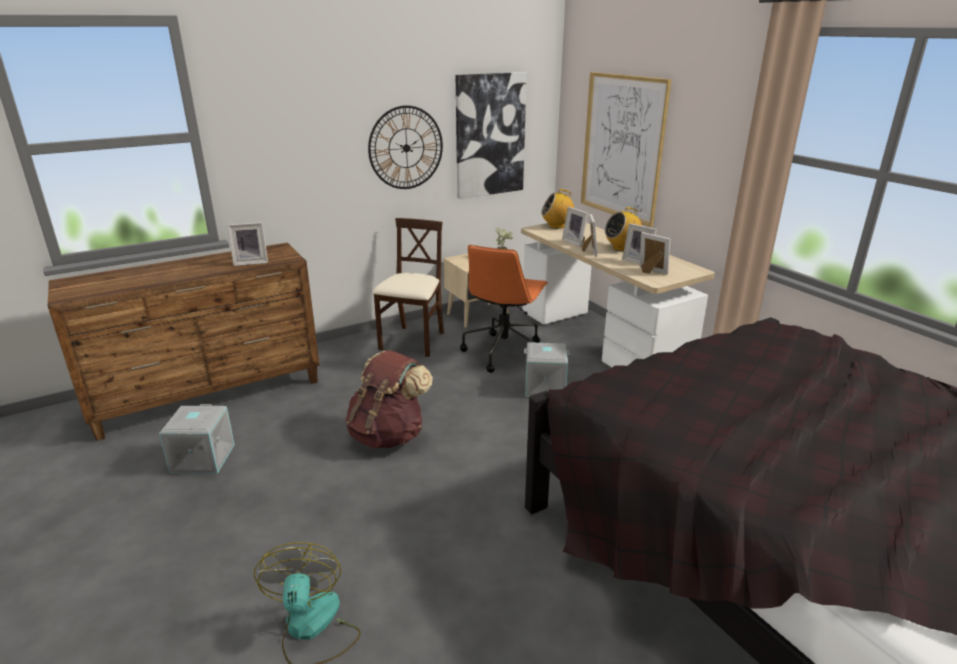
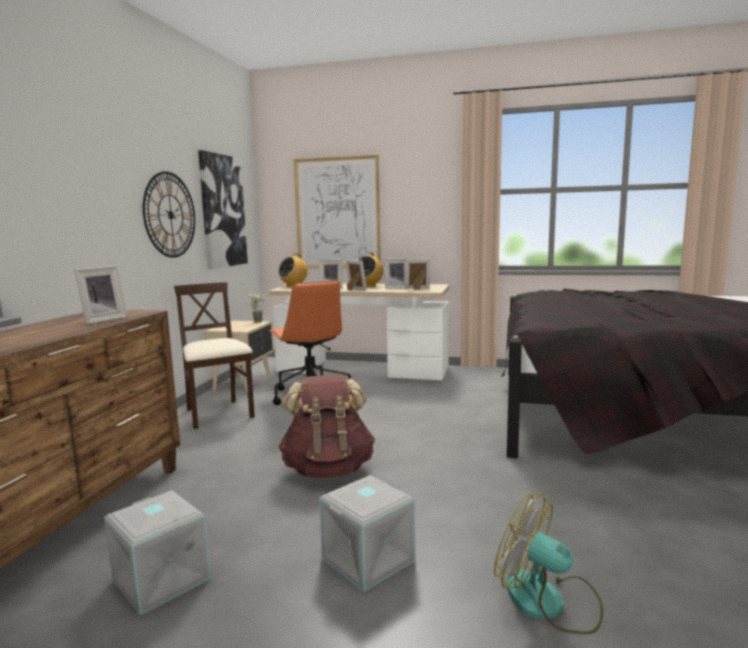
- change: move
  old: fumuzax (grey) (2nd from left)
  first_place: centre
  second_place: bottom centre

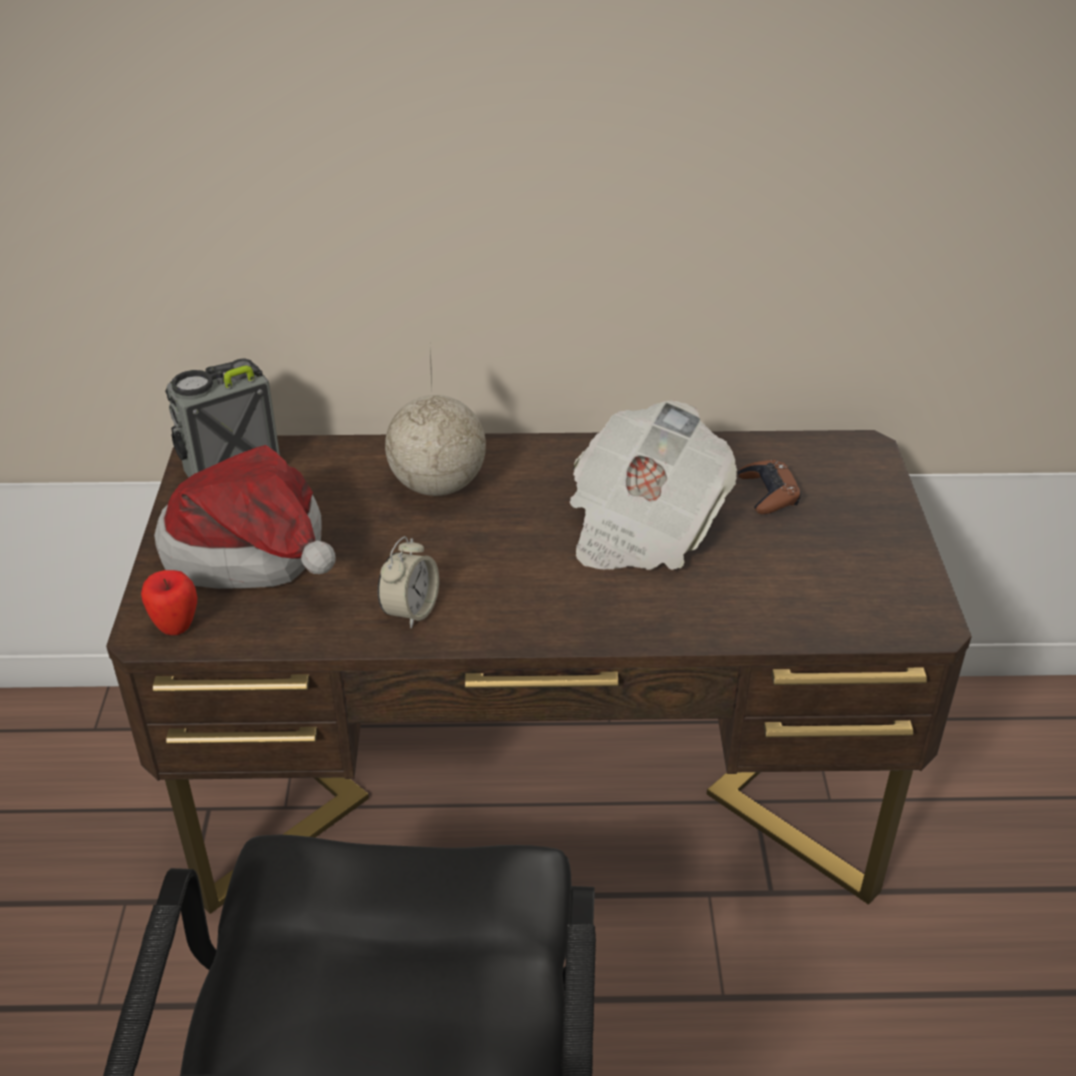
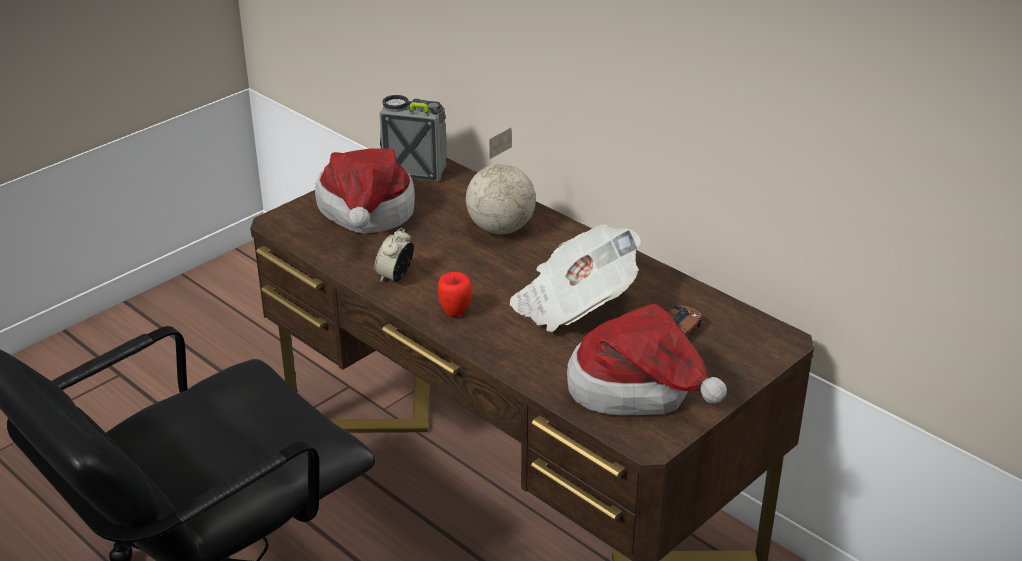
- change: insert
  new: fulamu (2nd from left)
  second_place: centre
- change: move
  old: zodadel
  first_place: middle left
  second_place: centre
- change: rotate
  old: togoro
  first_place: centre
  second_place: centre
  degrees: 135

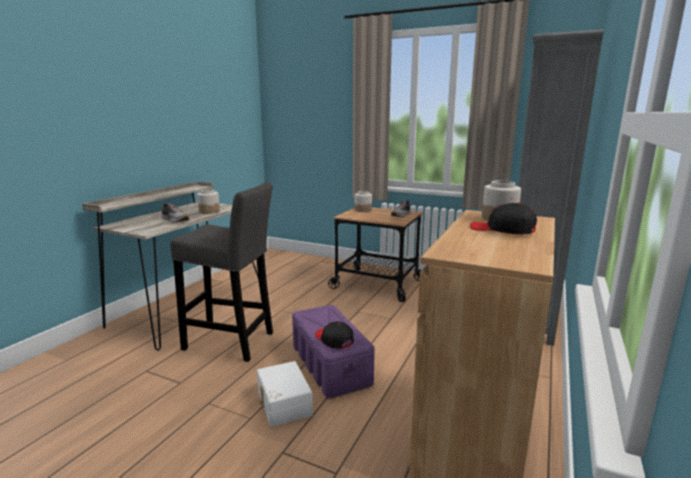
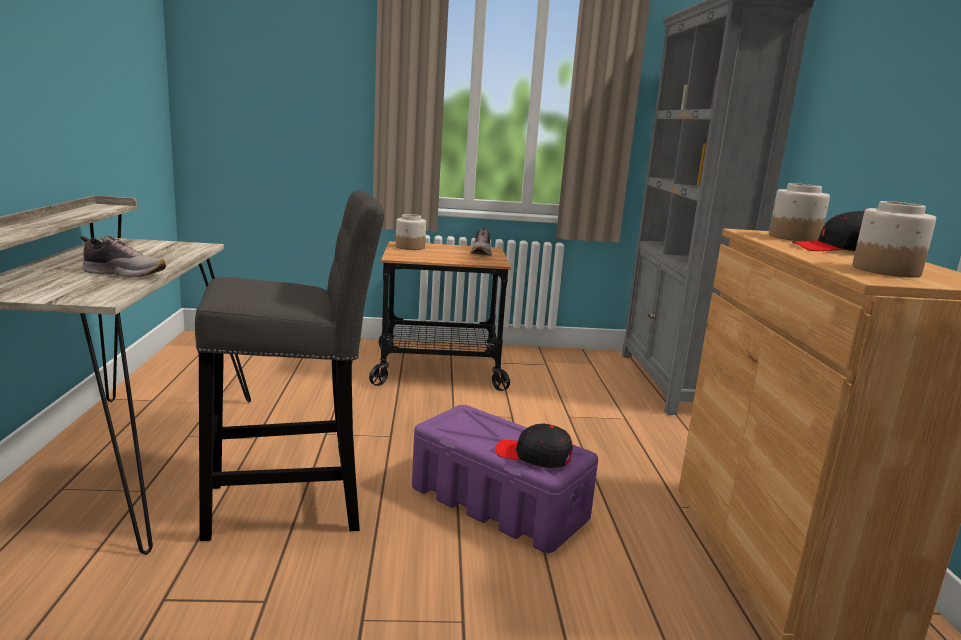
- change: delete
  old: fumuzax (white)
  first_place: bottom centre
- change: move
  old: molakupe (1st from left in the first image)
  new: molakupe (3rd from left)
  first_place: middle left
  second_place: middle right

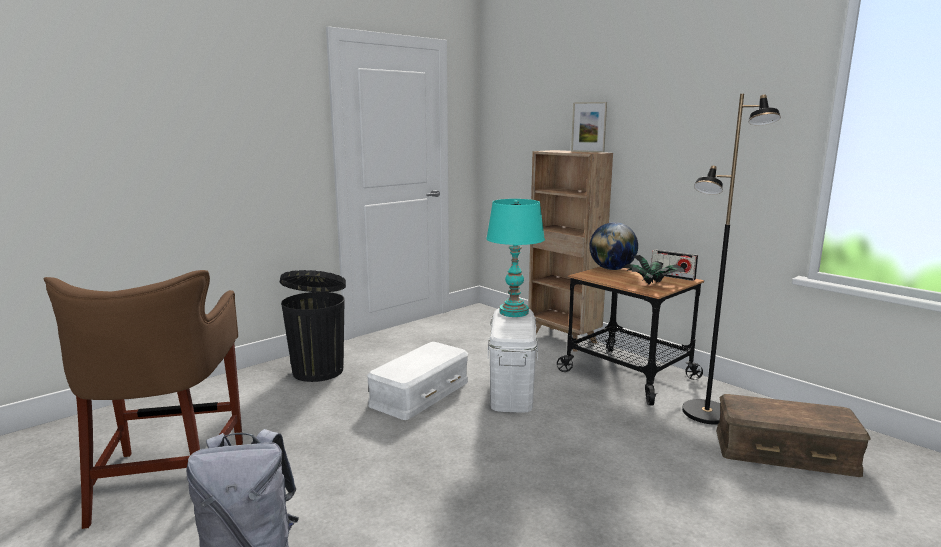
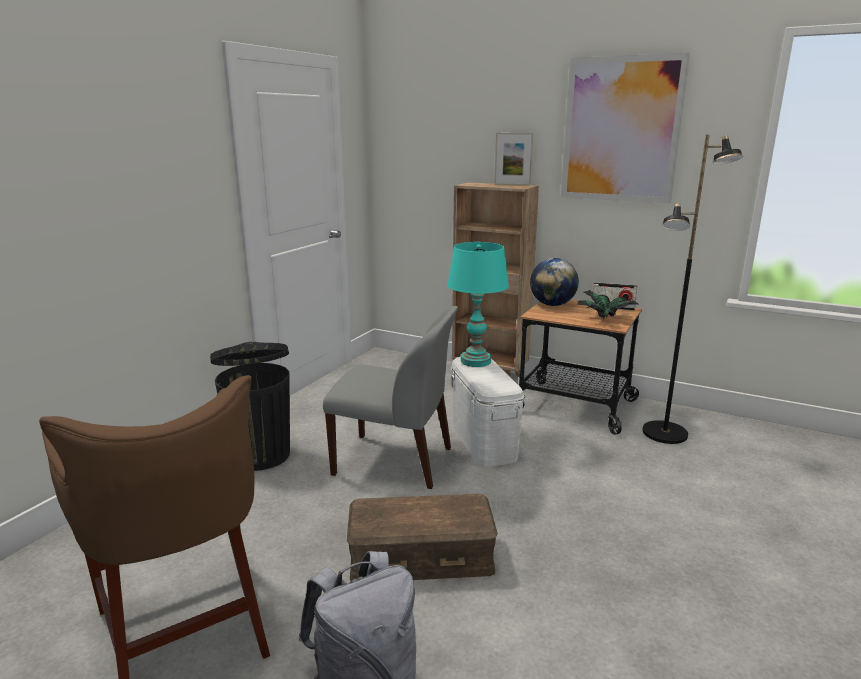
- change: insert
  new: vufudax
  second_place: top right
- change: move
  old: fumuzax (brown)
  first_place: bottom right
  second_place: bottom centre
- change: replace
  old: fumuzax (white) (1st from left)
  new: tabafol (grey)
  first_place: bottom centre
  second_place: centre

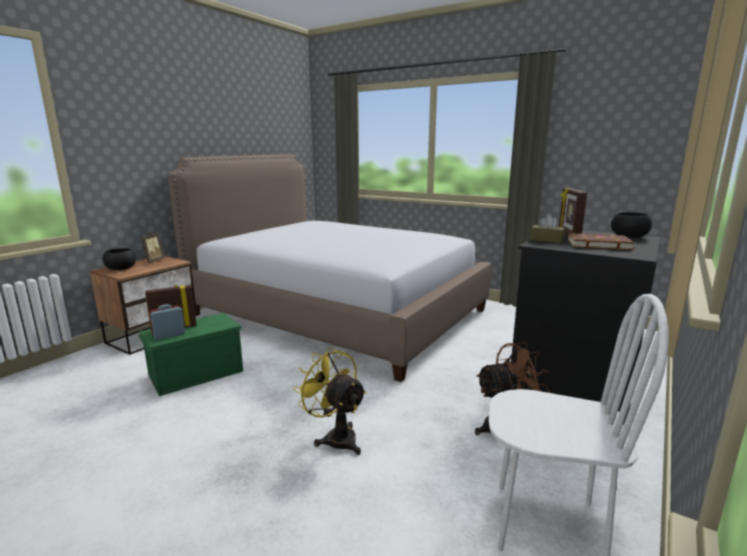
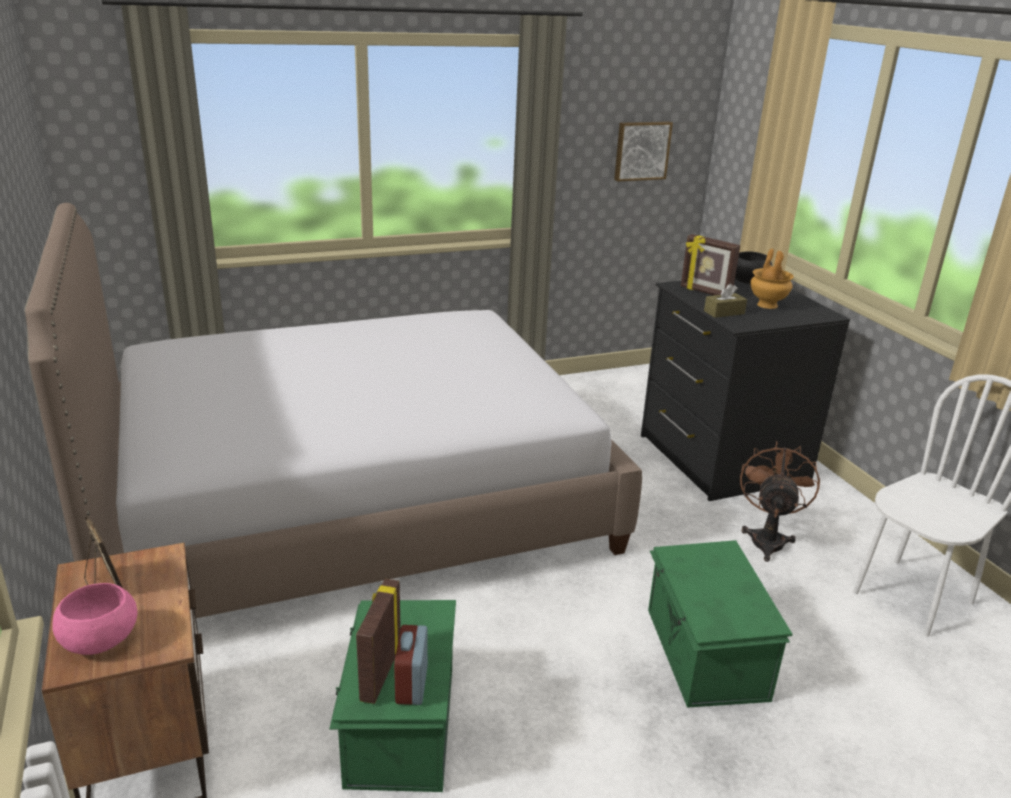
- change: insert
  new: vufudax
  second_place: top centre
- change: replace
  old: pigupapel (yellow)
  new: fumuzax (green) (2nd from left)
  first_place: bottom centre
  second_place: bottom right
- change: replace
  old: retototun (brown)
  new: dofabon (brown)
  first_place: middle right
  second_place: middle right
- change: recolor
  old: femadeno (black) (1st from left)
  new: femadeno (pink)
  first_place: middle left
  second_place: bottom left

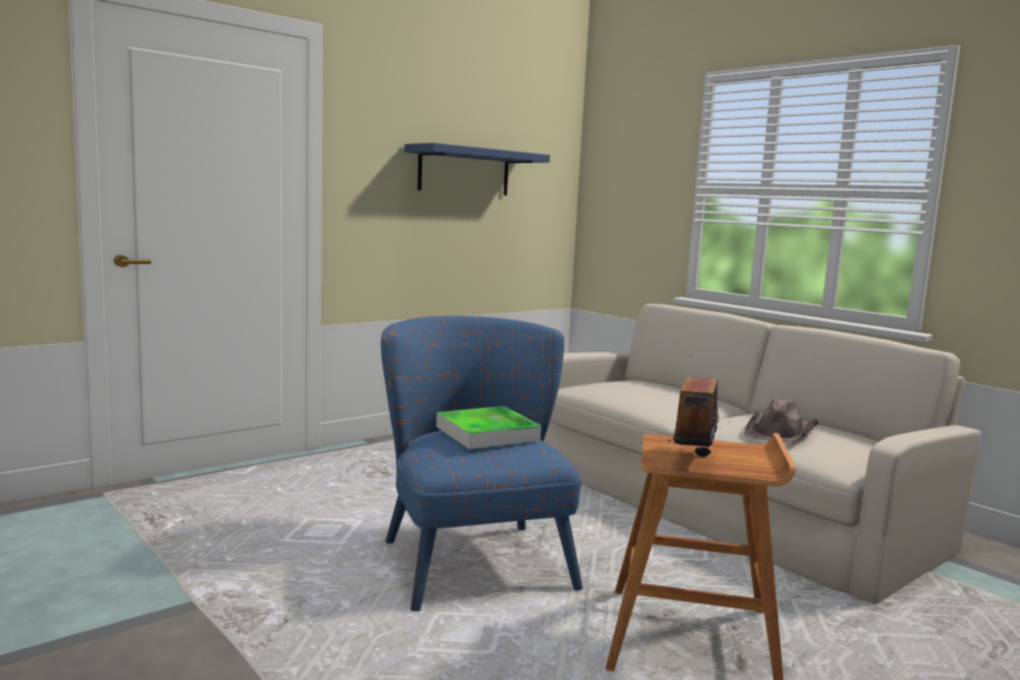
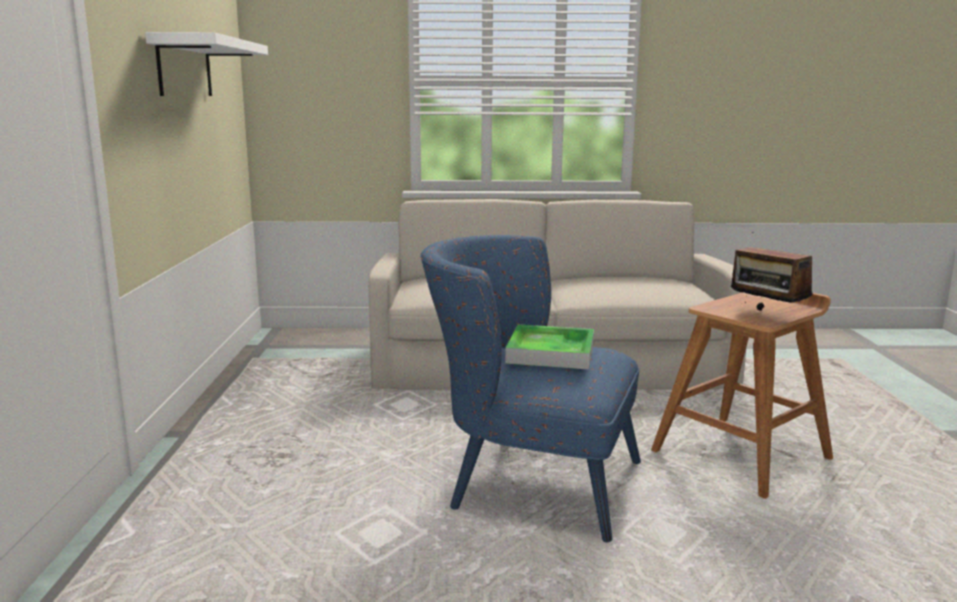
- change: delete
  old: fulamu (brown)
  first_place: middle right
- change: recolor
  old: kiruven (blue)
  new: kiruven (white)
  first_place: top centre
  second_place: top left

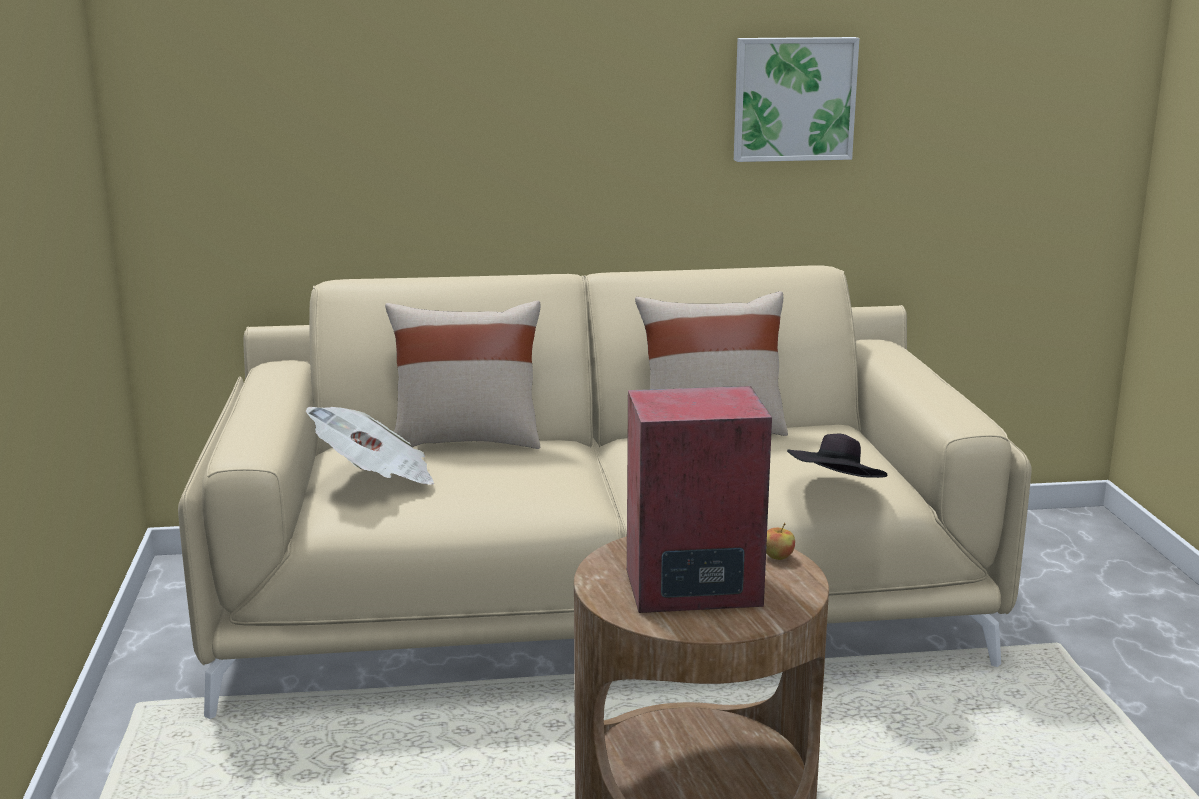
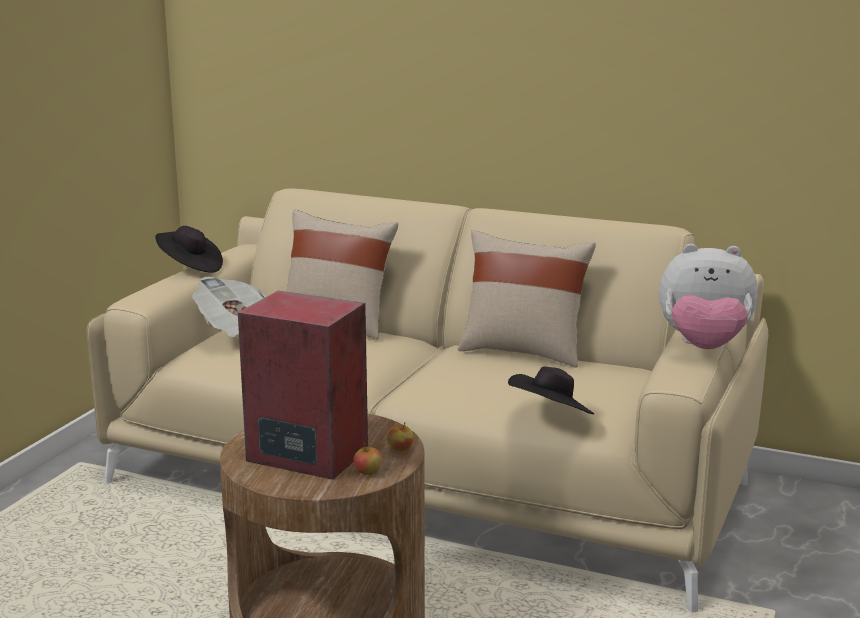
- change: delete
  old: vufudax
  first_place: top centre
- change: insert
  new: fulamu (black) (1st from left)
  second_place: middle left
- change: insert
  new: zodadel (1st from left)
  second_place: bottom centre
- change: insert
  new: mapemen
  second_place: middle right

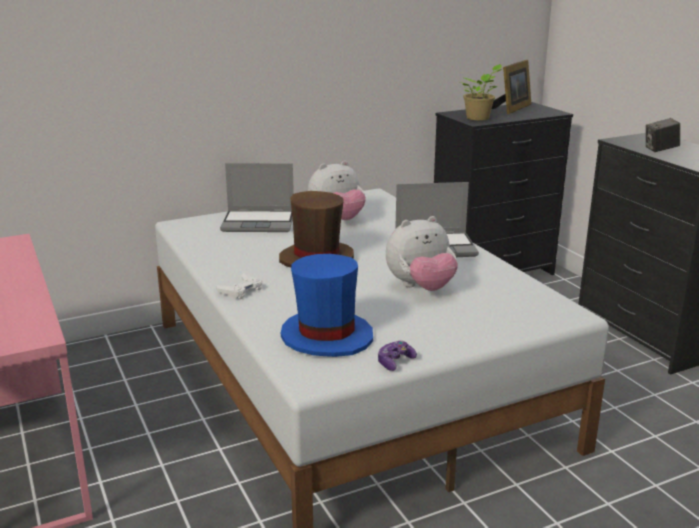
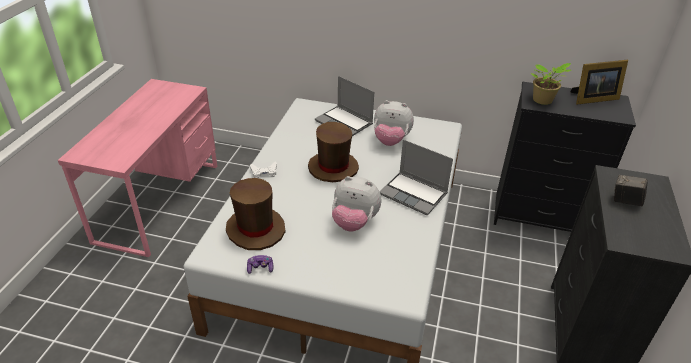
- change: recolor
  old: fulamu (blue)
  new: fulamu (brown) (1st from left)
  first_place: centre
  second_place: centre

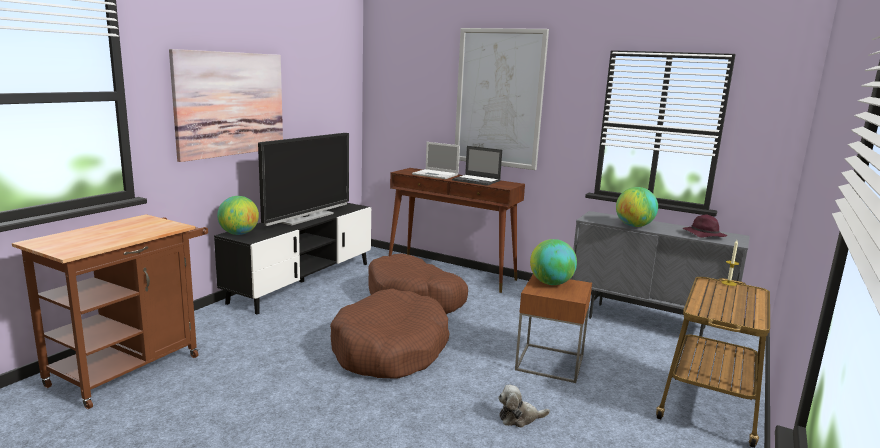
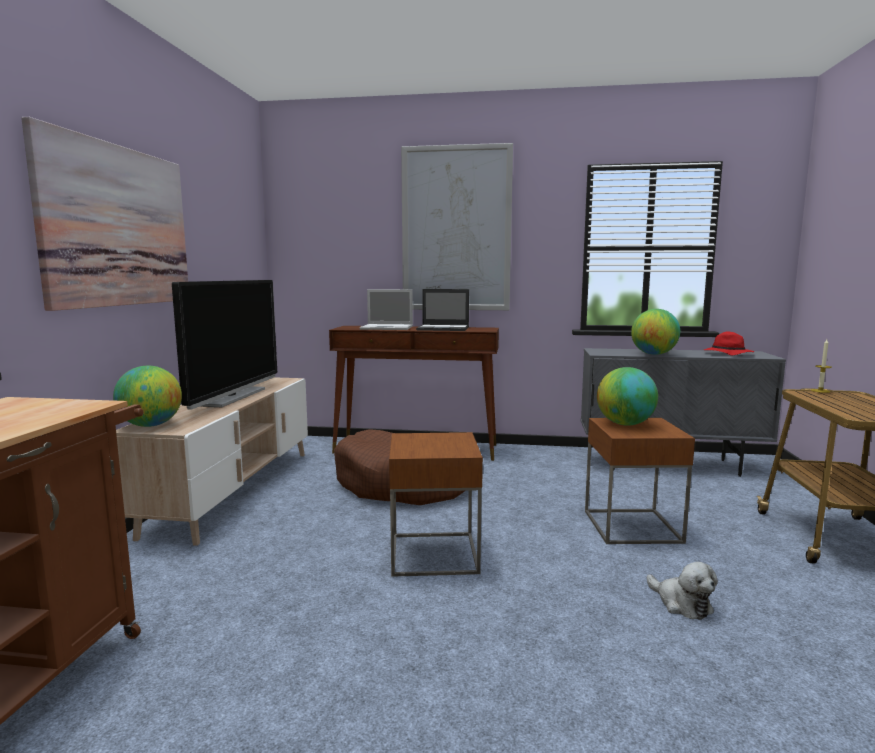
- change: replace
  old: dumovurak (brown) (1st from left)
  new: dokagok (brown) (1st from left)
  first_place: bottom centre
  second_place: bottom centre
- change: recolor
  old: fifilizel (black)
  new: fifilizel (beige)
  first_place: middle left
  second_place: middle left
- change: recolor
  old: fulamu (purple)
  new: fulamu (red)
  first_place: middle right
  second_place: middle right
- change: rotate
  old: mapemen
  first_place: bottom centre
  second_place: bottom right
  degrees: -90

